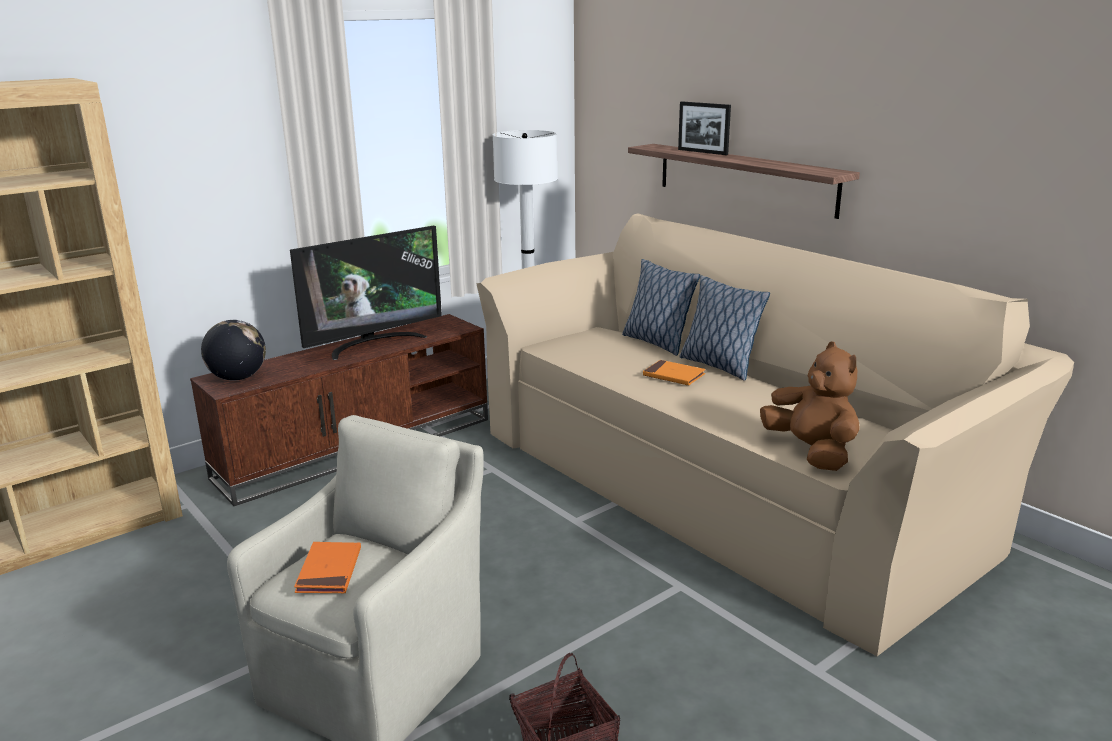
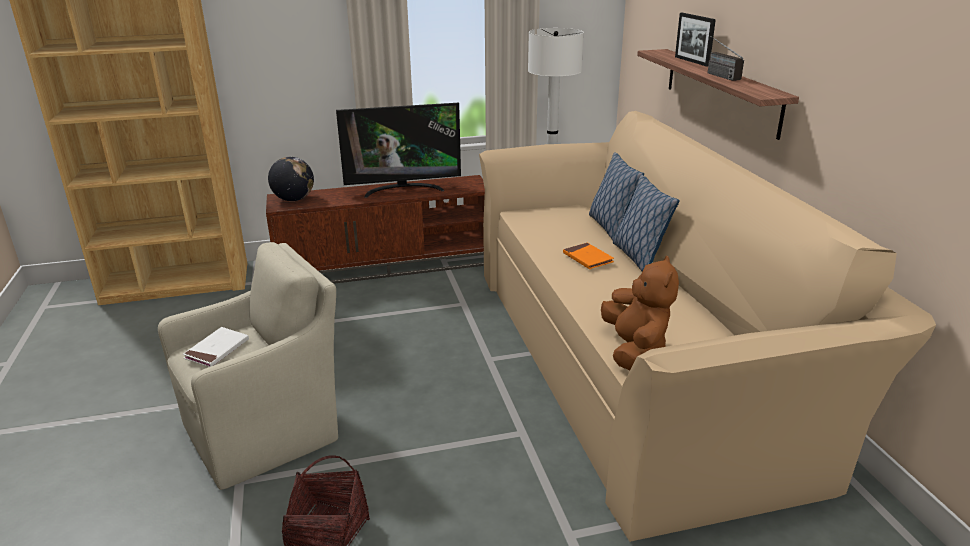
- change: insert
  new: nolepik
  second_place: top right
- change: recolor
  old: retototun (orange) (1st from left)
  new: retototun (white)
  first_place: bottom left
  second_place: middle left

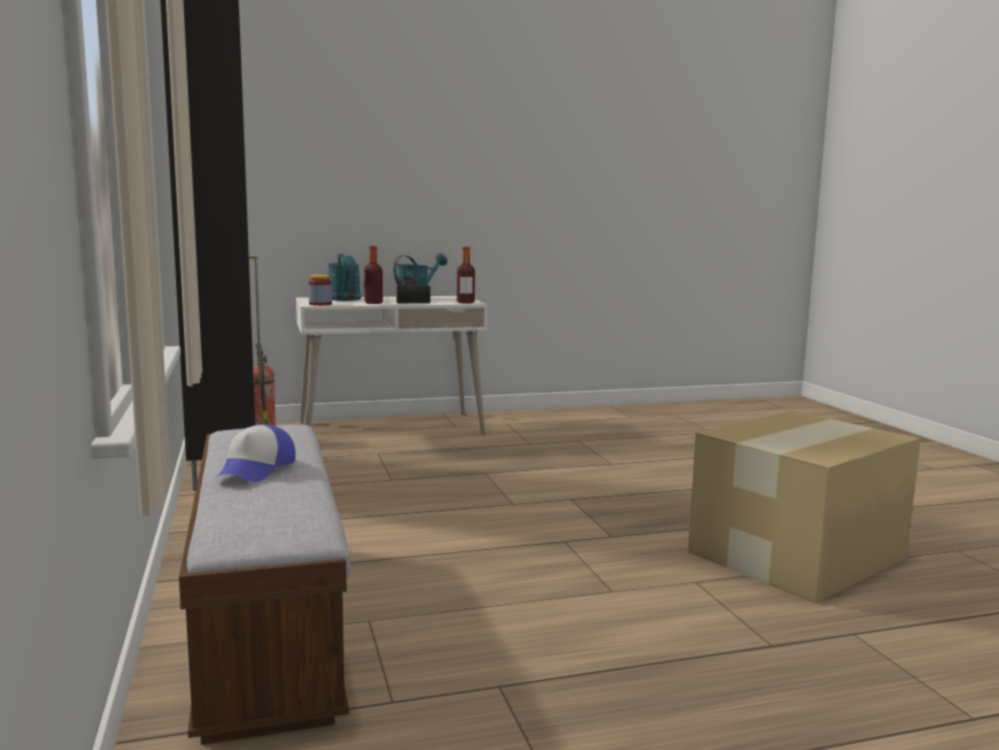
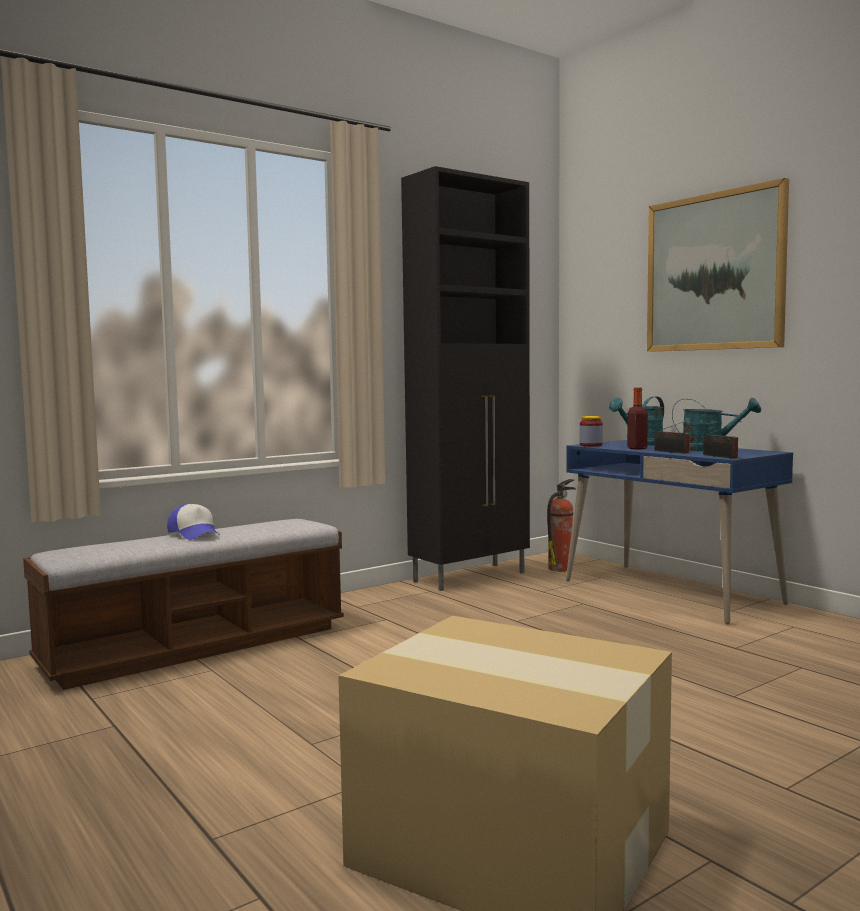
- change: insert
  new: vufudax
  second_place: top right
- change: replace
  old: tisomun (2nd from left)
  new: nolepik (2nd from left)
  first_place: centre
  second_place: middle right
- change: recolor
  old: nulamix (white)
  new: nulamix (blue)
  first_place: centre
  second_place: middle right
- change: rotate
  old: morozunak
  first_place: middle left
  second_place: middle left
  degrees: -120

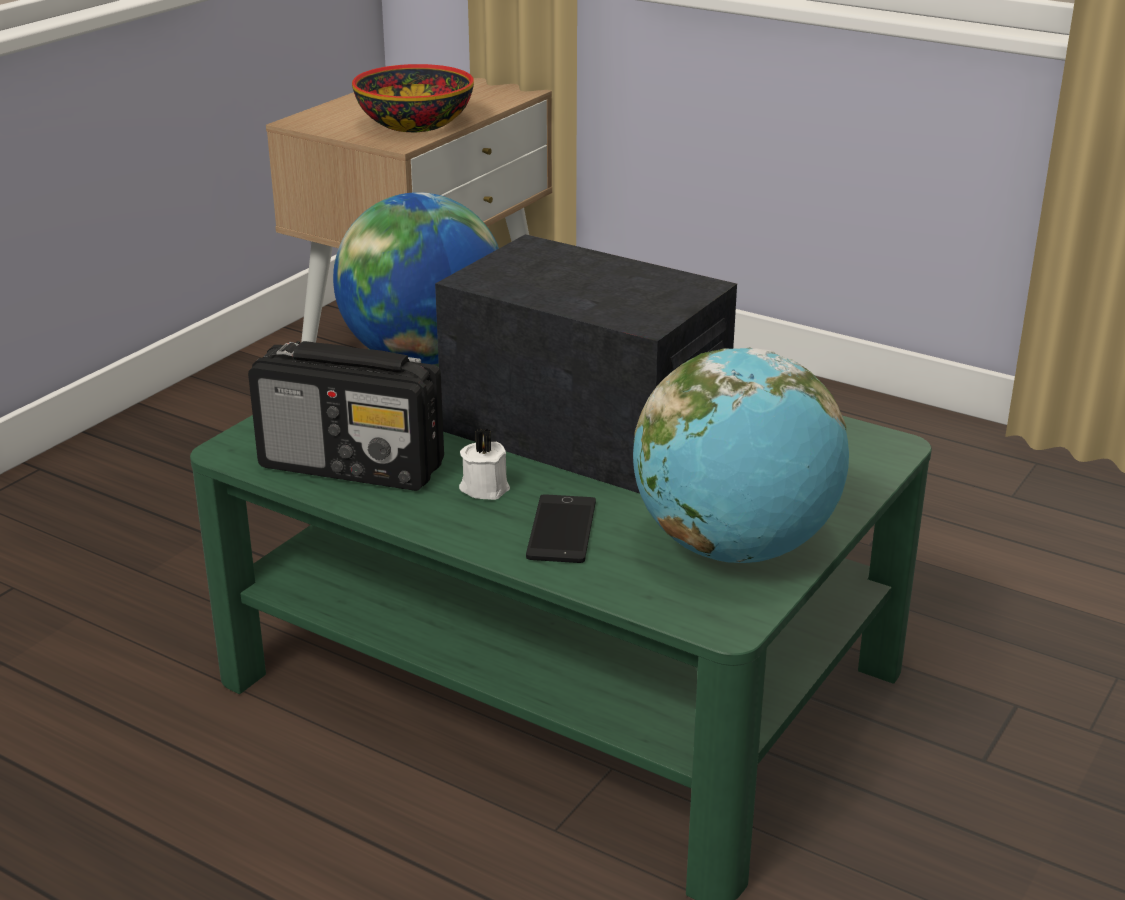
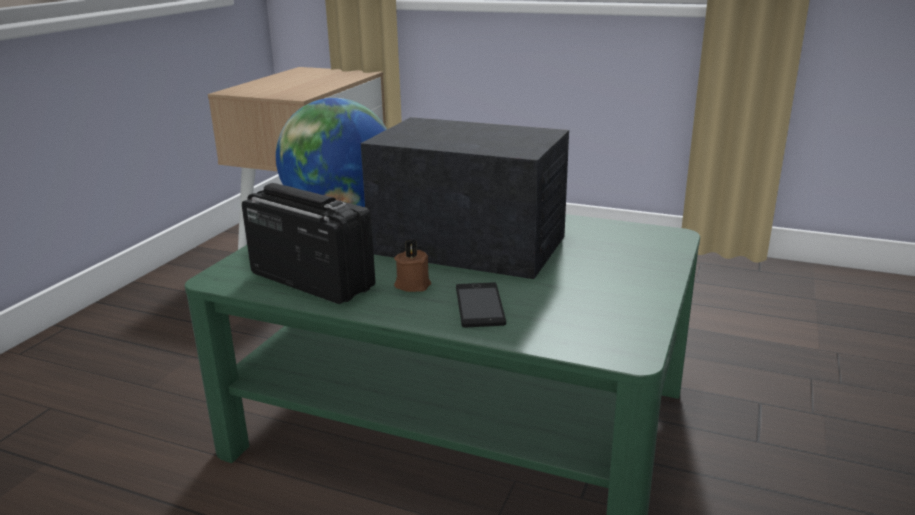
- change: delete
  old: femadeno
  first_place: top centre
- change: delete
  old: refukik (2nd from left)
  first_place: centre
- change: recolor
  old: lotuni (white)
  new: lotuni (brown)
  first_place: centre
  second_place: centre
- change: rotate
  old: nolepik (1st from left)
  first_place: middle left
  second_place: centre
  degrees: -150

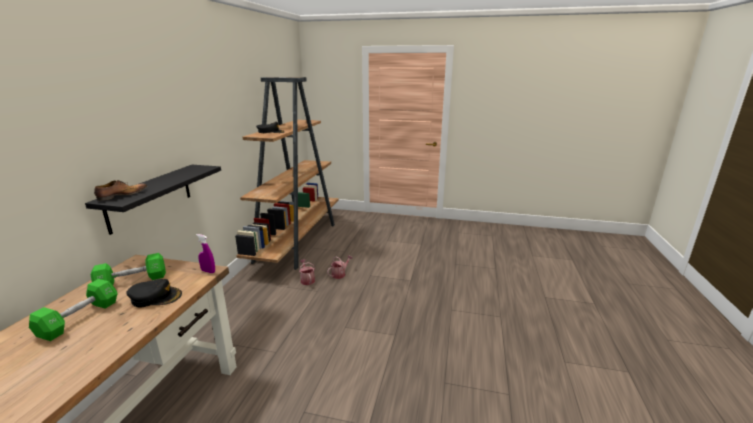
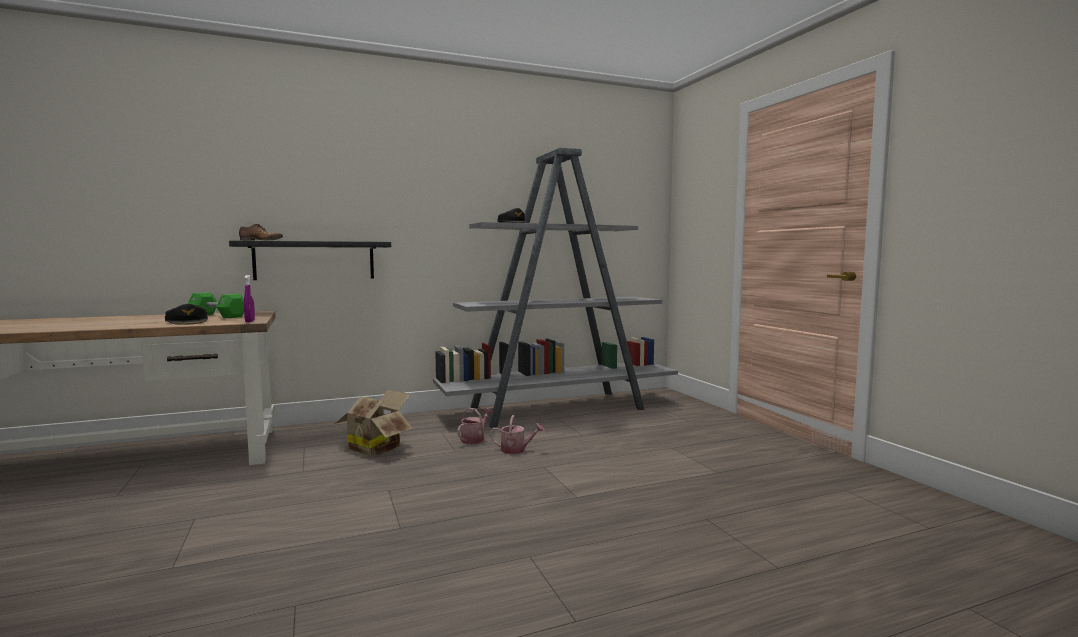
- change: delete
  old: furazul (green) (1st from left)
  first_place: bottom left
- change: insert
  new: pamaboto
  second_place: centre
- change: recolor
  old: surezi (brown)
  new: surezi (grey)
  first_place: centre
  second_place: centre

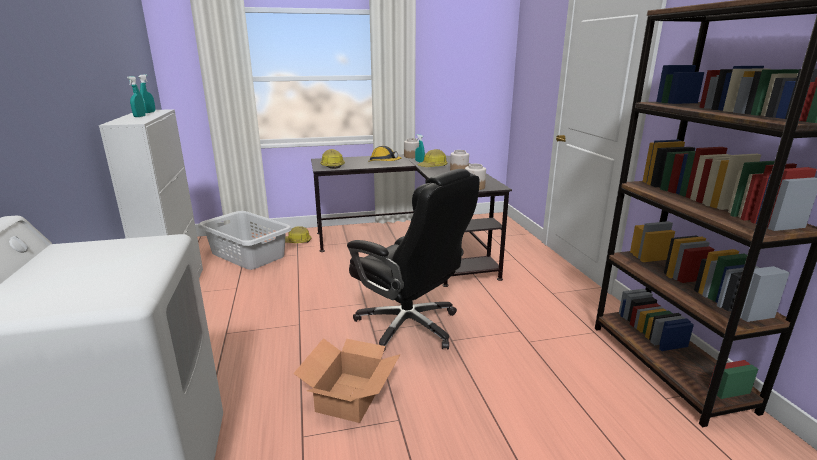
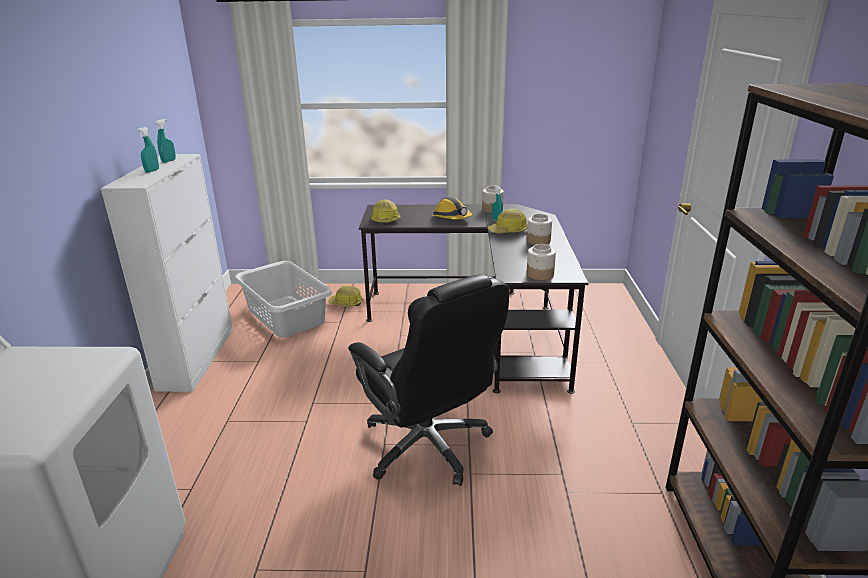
- change: delete
  old: pamaboto
  first_place: bottom centre

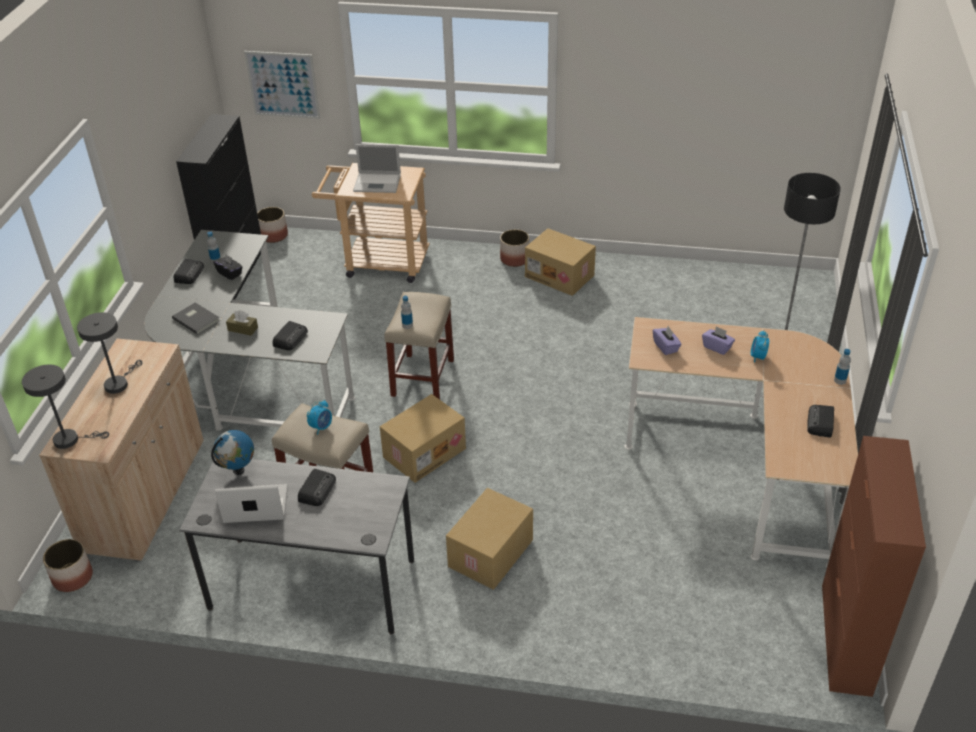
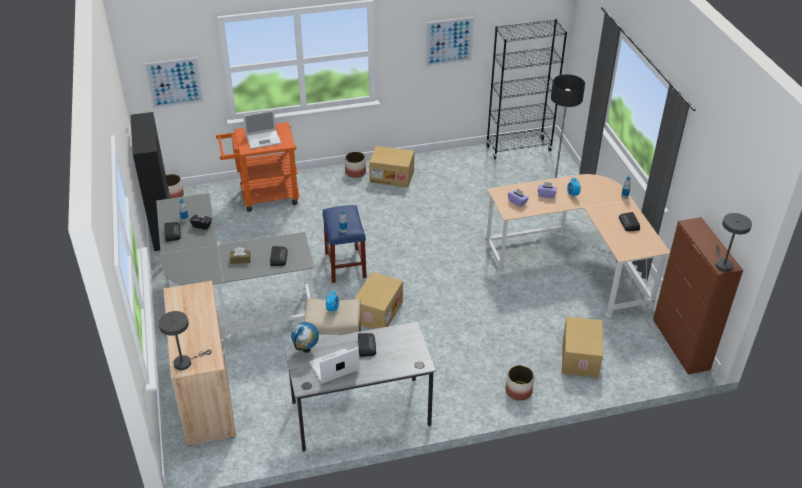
- change: delete
  old: retototun (grey)
  first_place: middle left
- change: insert
  new: vufudax (2nd from left)
  second_place: top centre
- change: insert
  new: surezi (black)
  second_place: top centre
- change: move
  old: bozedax (1st from left in the first image)
  new: bozedax (3rd from left)
  first_place: bottom left
  second_place: bottom centre
- change: move
  old: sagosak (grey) (2nd from left)
  first_place: middle left
  second_place: middle right
- change: move
  old: pamaboto (2nd from left in the first image)
  new: pamaboto (3rd from left)
  first_place: bottom centre
  second_place: bottom right
- change: recolor
  old: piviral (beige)
  new: piviral (orange)
  first_place: top centre
  second_place: middle left
- change: recolor
  old: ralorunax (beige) (2nd from left)
  new: ralorunax (blue)
  first_place: centre
  second_place: centre

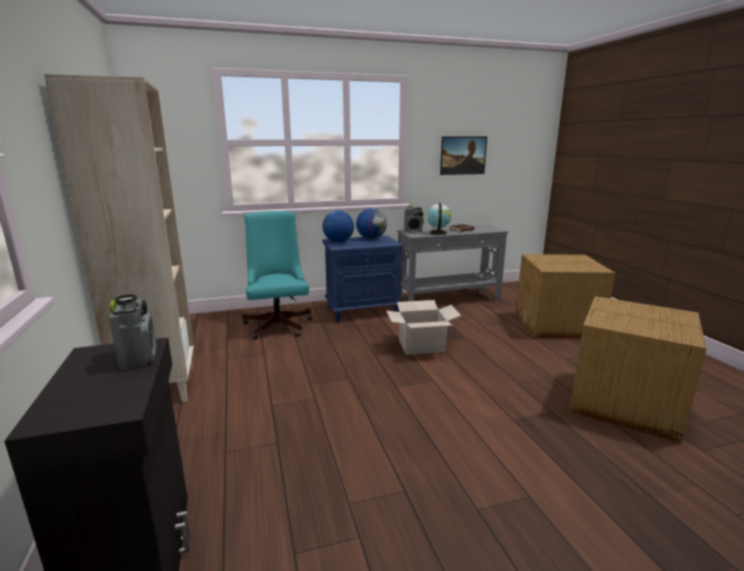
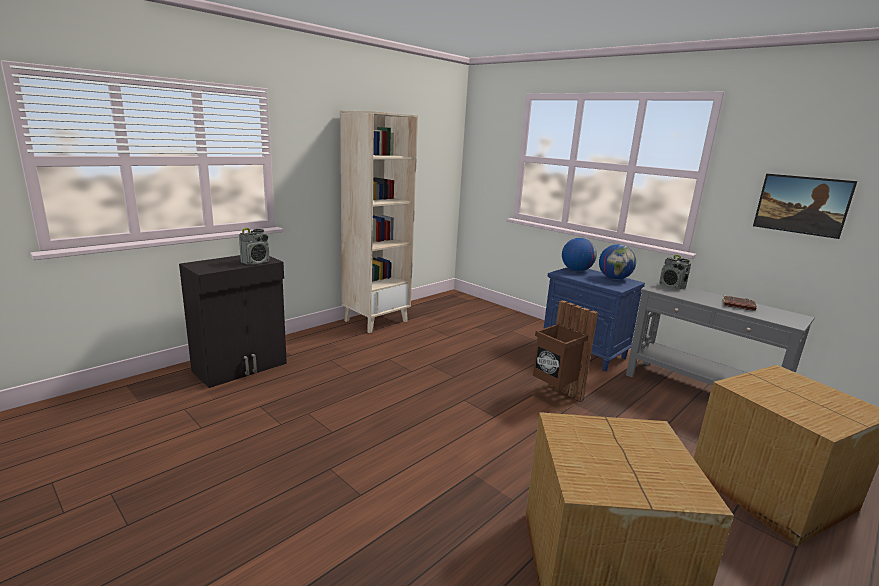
- change: delete
  old: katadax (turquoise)
  first_place: centre
- change: delete
  old: refukik (3rd from left)
  first_place: centre
- change: replace
  old: pamaboto (1st from left)
  new: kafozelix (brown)
  first_place: centre
  second_place: centre

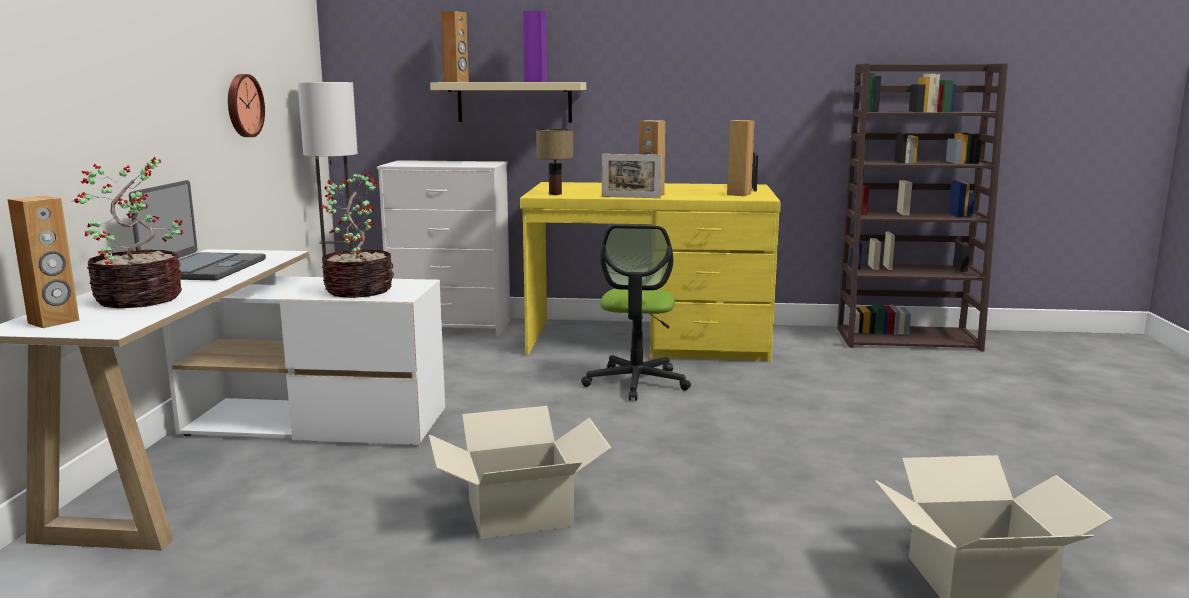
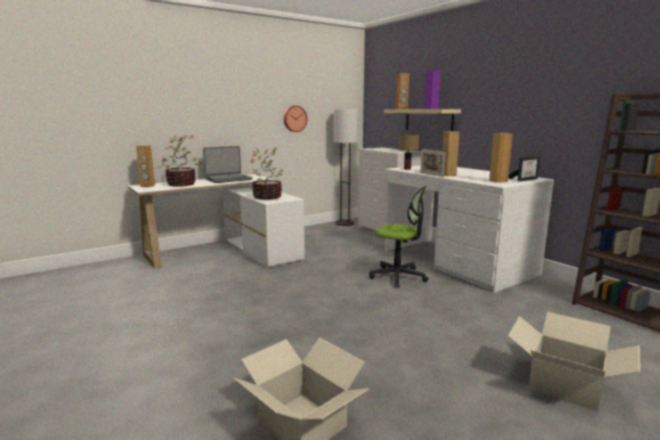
- change: move
  old: pamaboto (1st from left in the first image)
  new: pamaboto (2nd from left)
  first_place: bottom centre
  second_place: bottom right
- change: recolor
  old: nulamix (yellow)
  new: nulamix (white) (2nd from left)
  first_place: centre
  second_place: middle right
- change: rotate
  old: katadax
  first_place: centre
  second_place: centre
  degrees: -120

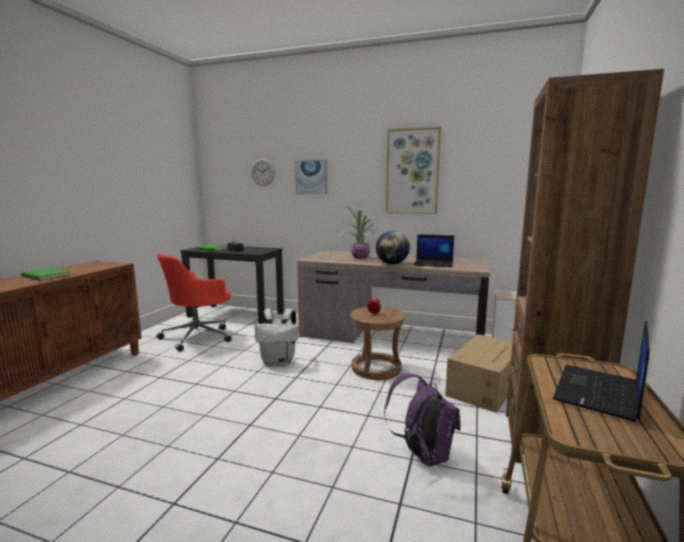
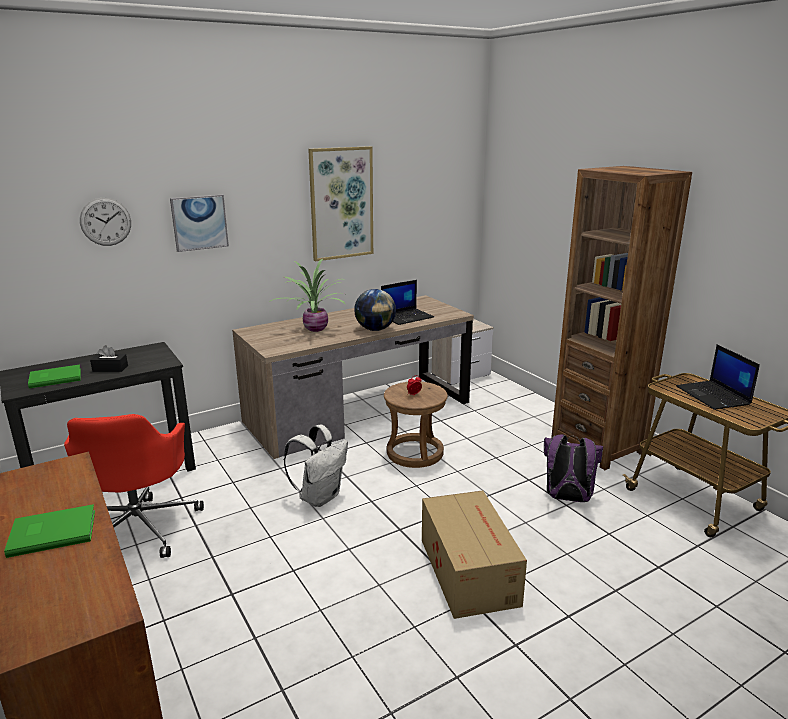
- change: move
  old: pamaboto
  first_place: bottom right
  second_place: bottom centre

